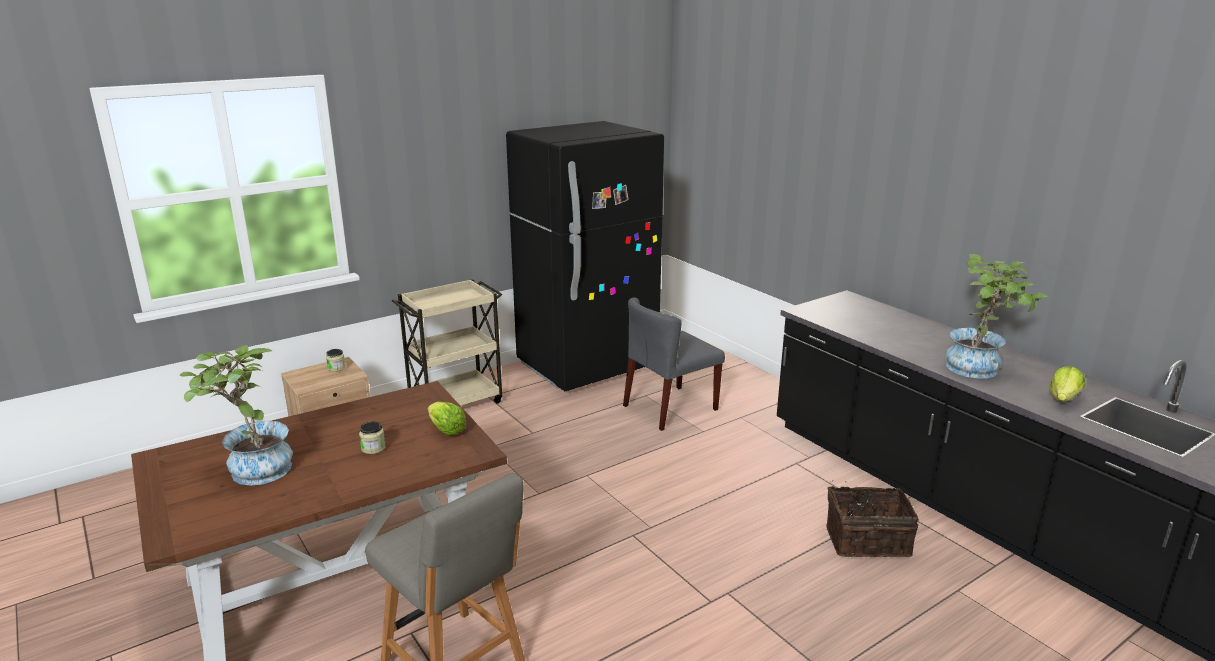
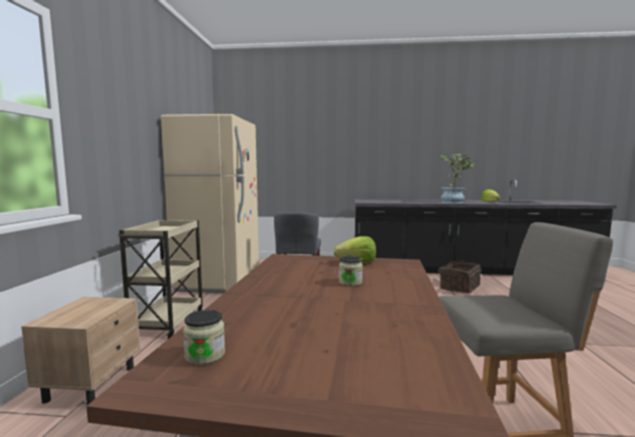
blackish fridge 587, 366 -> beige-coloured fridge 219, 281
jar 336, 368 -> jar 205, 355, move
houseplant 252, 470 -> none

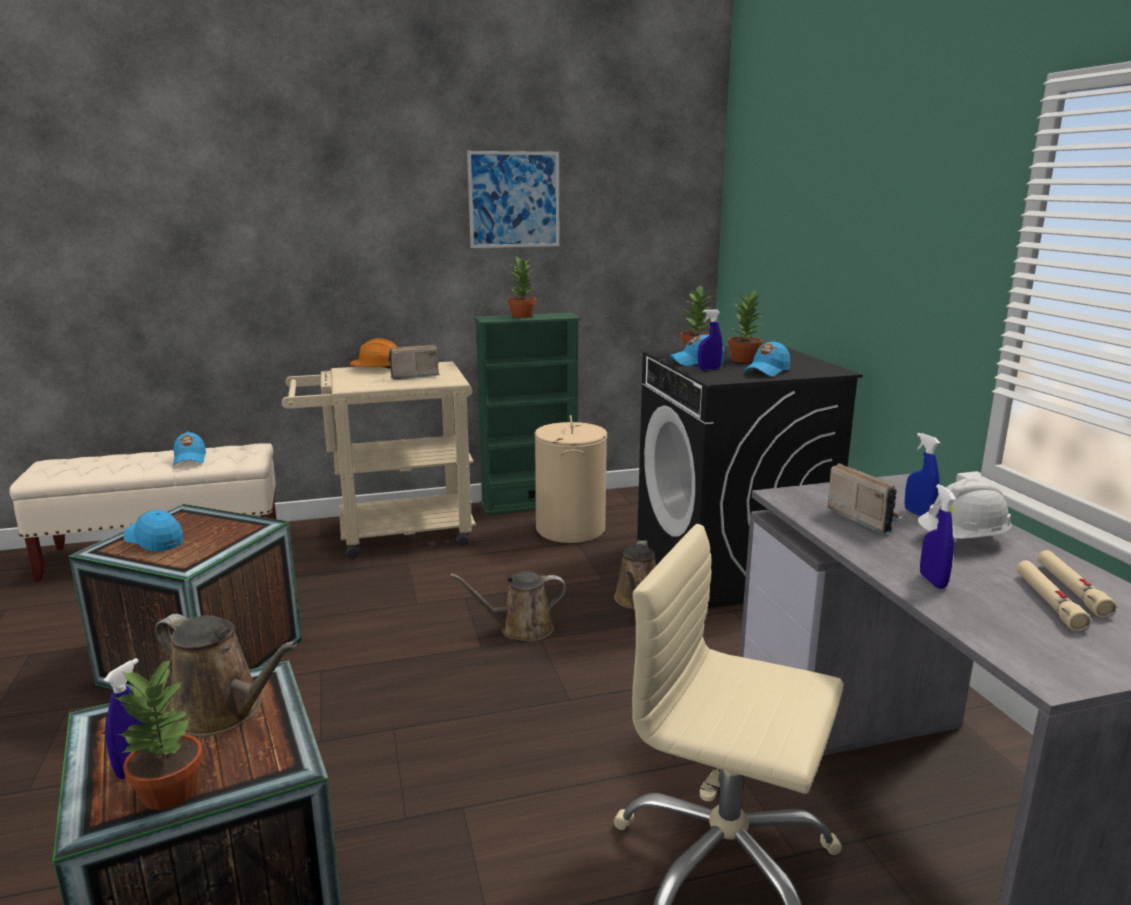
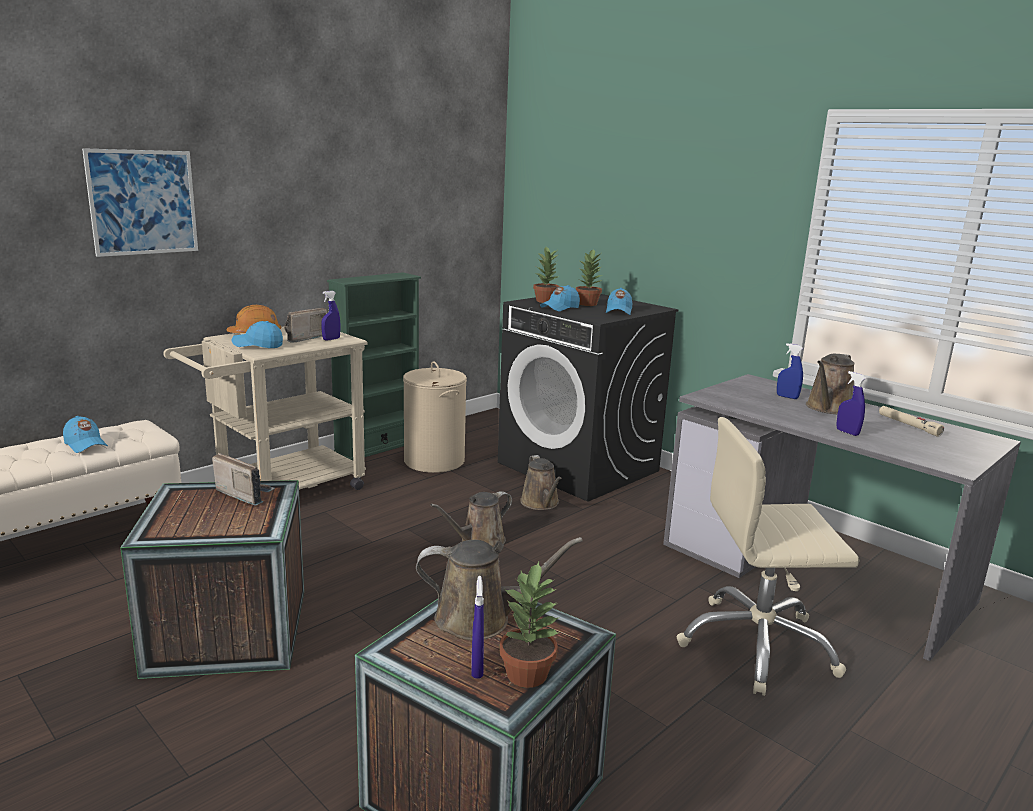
wall picture 514, 199 -> wall picture 143, 202, move
radio 864, 518 -> radio 245, 494, move
bluish cap 154, 540 -> bluish cap 258, 345, move
bluish hand sprayer 709, 369 -> bluish hand sprayer 331, 339, move
white-coloured hard hat 962, 540 -> brownish watering can 828, 408
houseplant 522, 316 -> none
beige-coloured torch 1047, 601 -> none

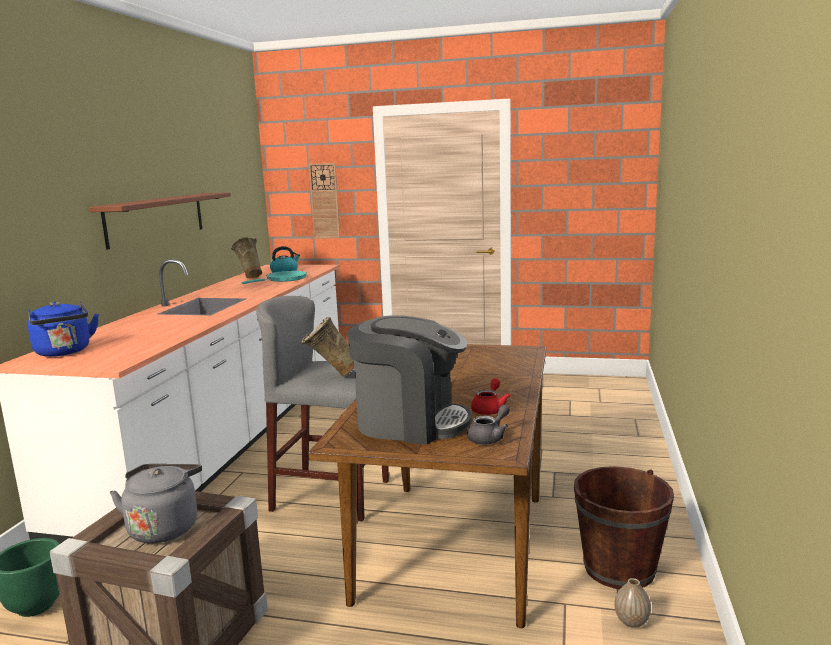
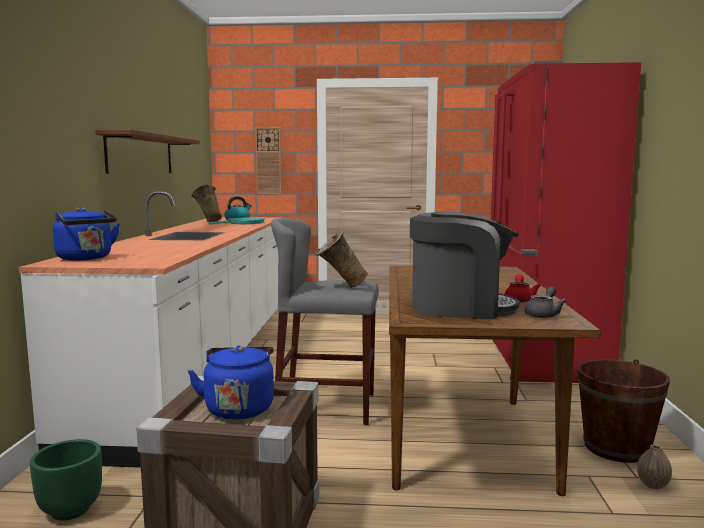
gray water kettle 164, 527 -> bluish water kettle 239, 408
none -> red fridge 539, 358

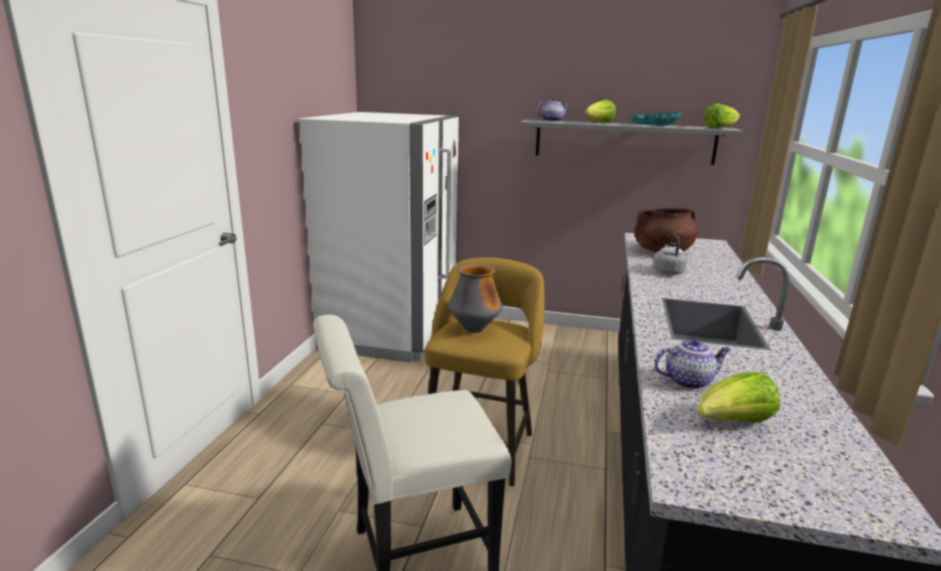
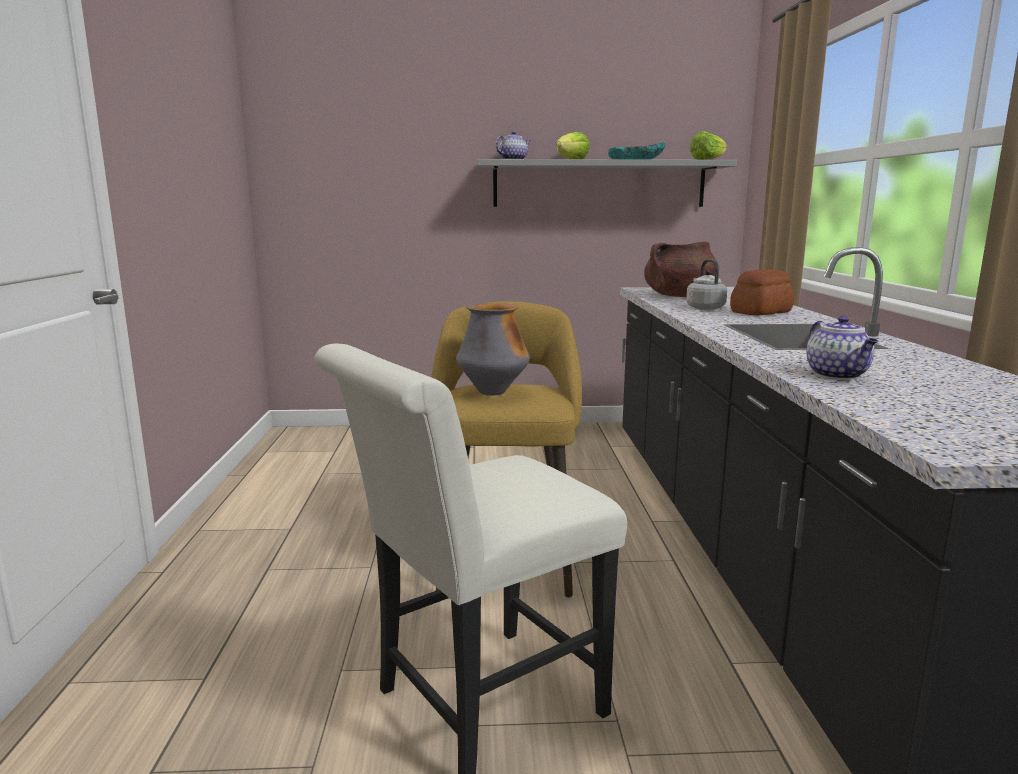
none -> bakery bread 759, 312
teapot 689, 381 -> teapot 838, 375, 105 degrees clockwise
white-coloured fridge 391, 331 -> none
head of lettuce 733, 423 -> none

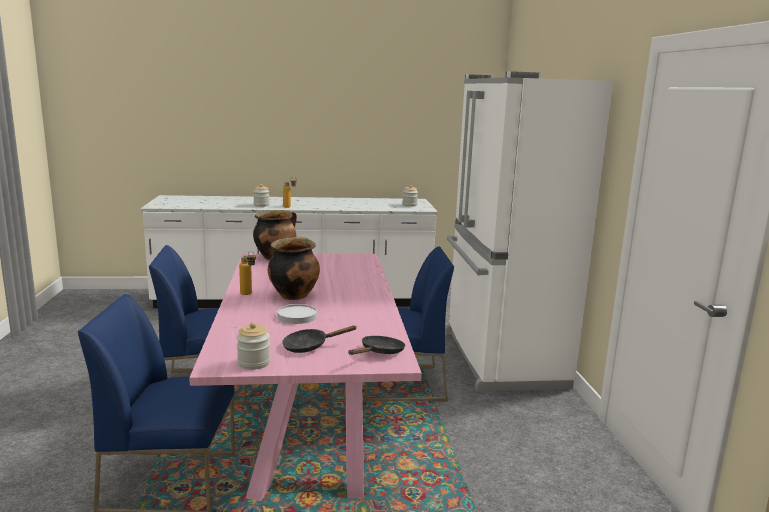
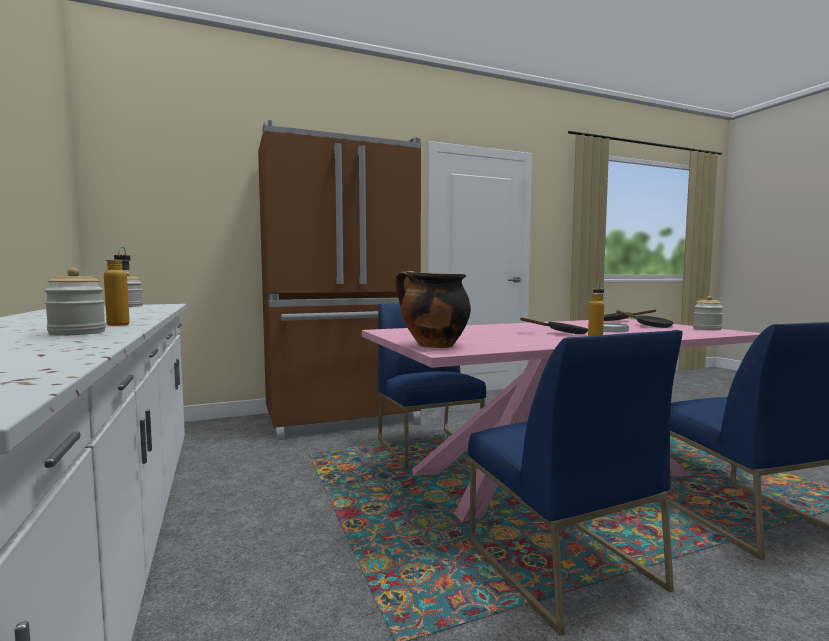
white-coloured fridge 500, 359 -> brownish fridge 343, 419
stockpot 294, 295 -> blackish skillet 562, 333

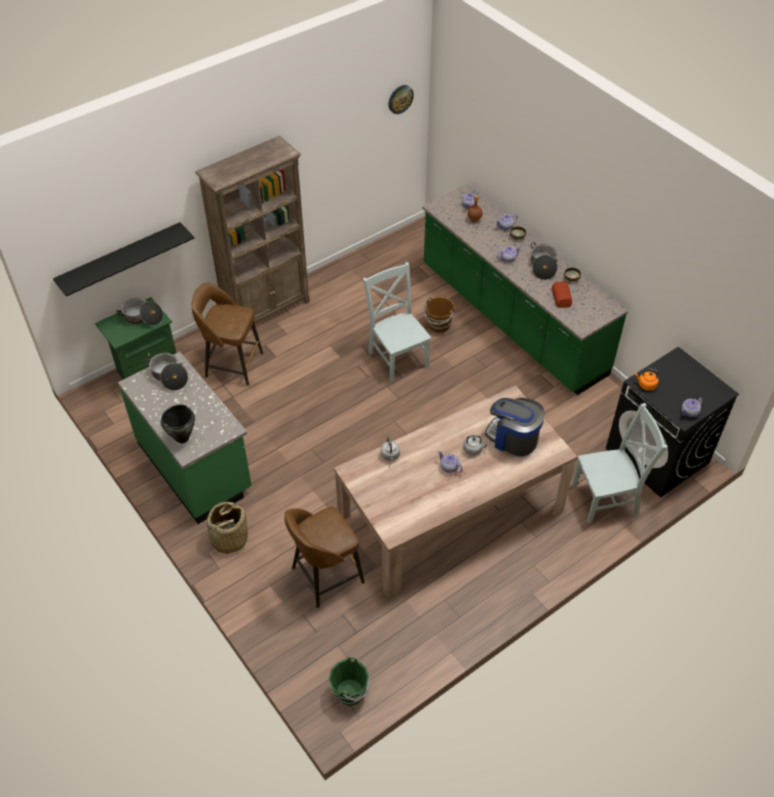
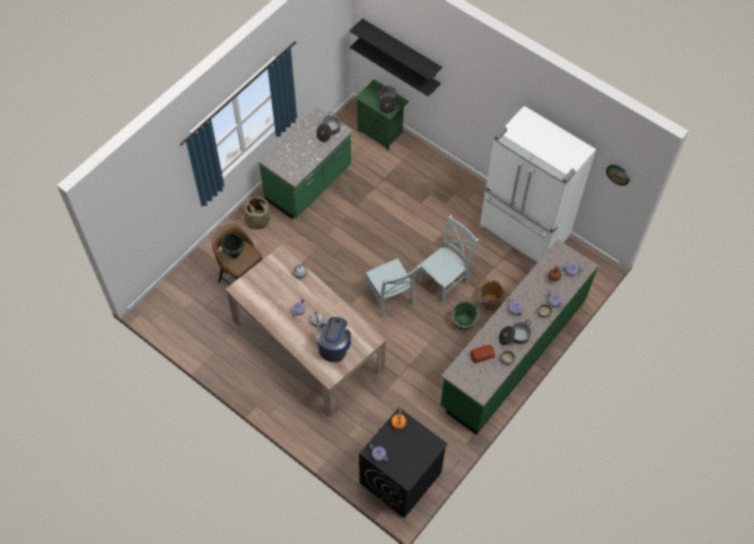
blackish stockpot 182, 438 -> blackish stockpot 234, 254, move
none -> blackish shelf 401, 48
gray chair 608, 498 -> gray chair 391, 299, move
green bucket 350, 692 -> green bucket 464, 322, move
none -> white-coloured fridge 523, 234
brownish stool seat 232, 364 -> none
brownish bookcase 267, 309 -> none

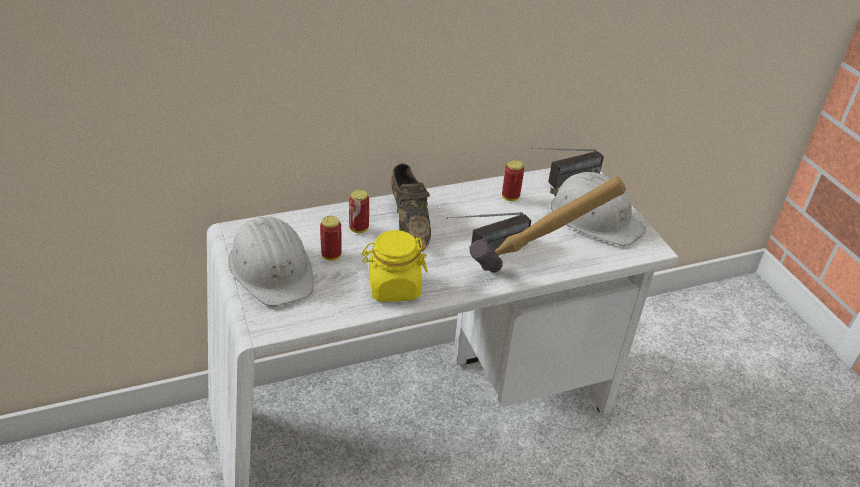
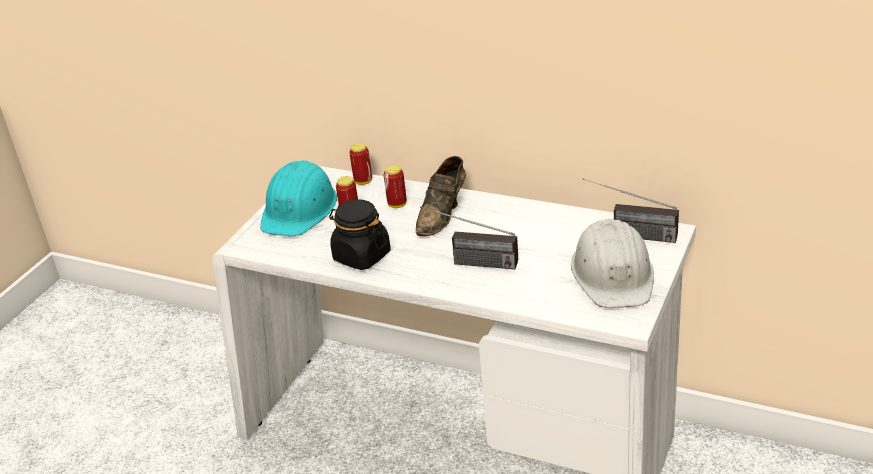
white-coloured hard hat 272, 269 -> blue-green hard hat 300, 209
yellow jar 394, 287 -> blackish jar 361, 256
can 510, 197 -> can 363, 181, move
tool hammer 536, 278 -> none

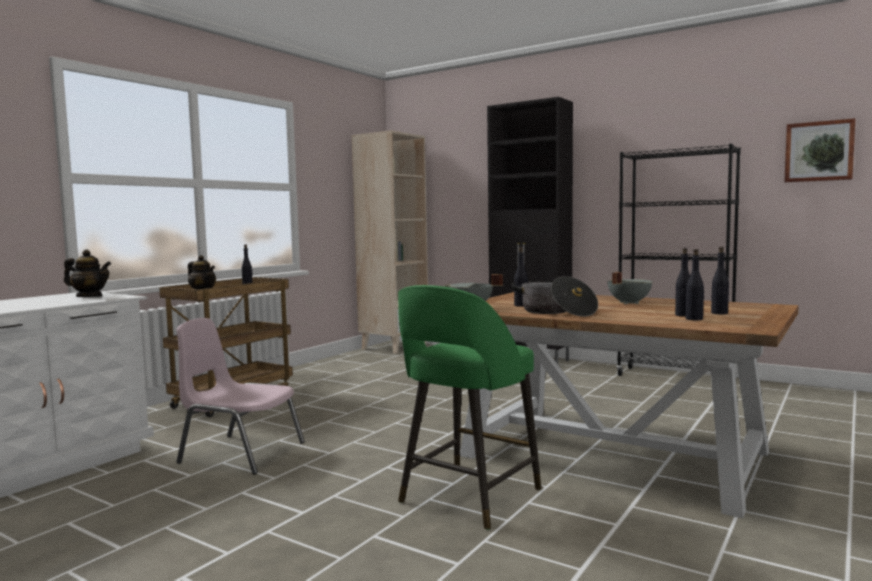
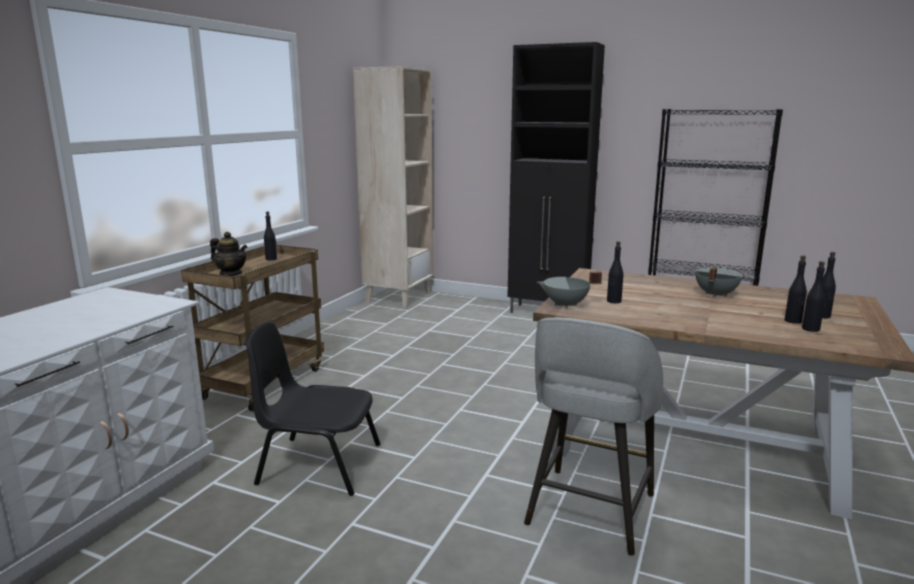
pink-coloured chair 240, 453 -> blackish chair 318, 464
green stool seat 467, 497 -> gray stool seat 589, 511
teapot 89, 297 -> none
stockpot 556, 312 -> none
wall picture 819, 151 -> none

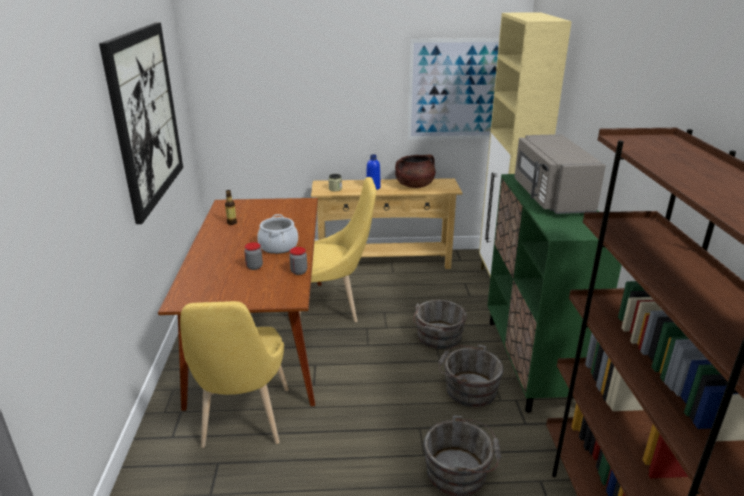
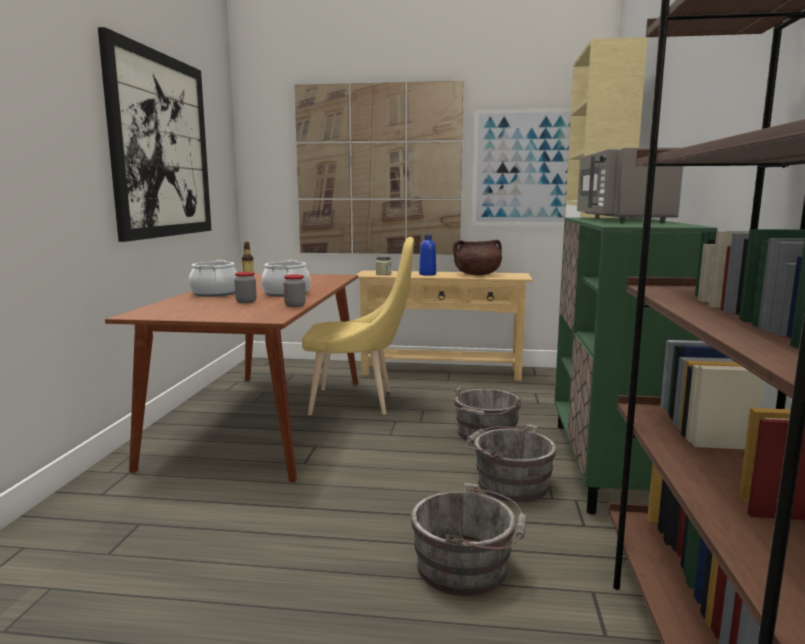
none -> stockpot 214, 293
none -> wall picture 378, 170
yellow chair 244, 422 -> none

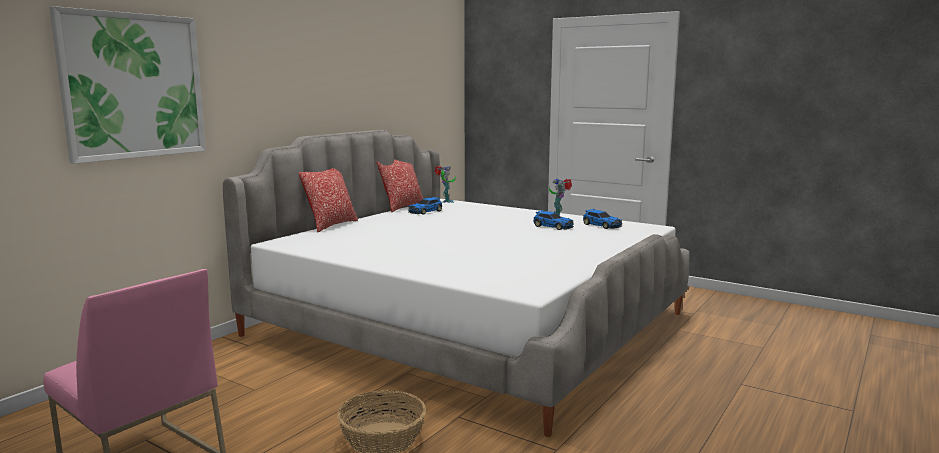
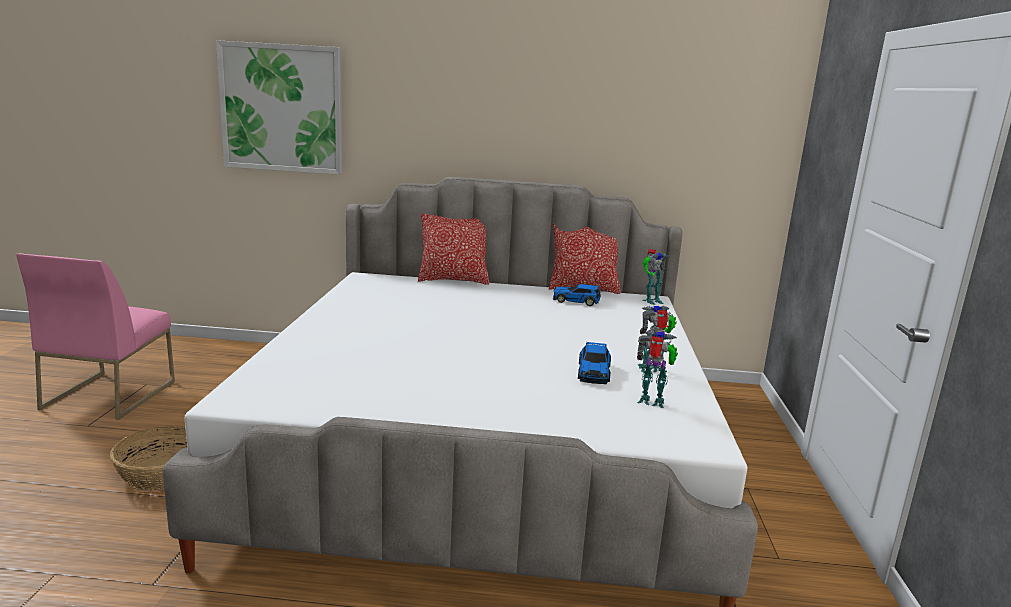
model car 601, 225 -> robot figure 652, 403

